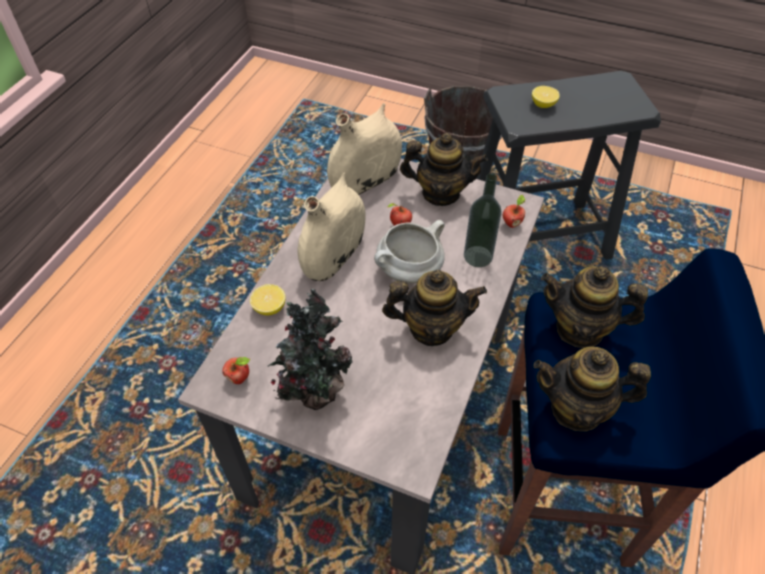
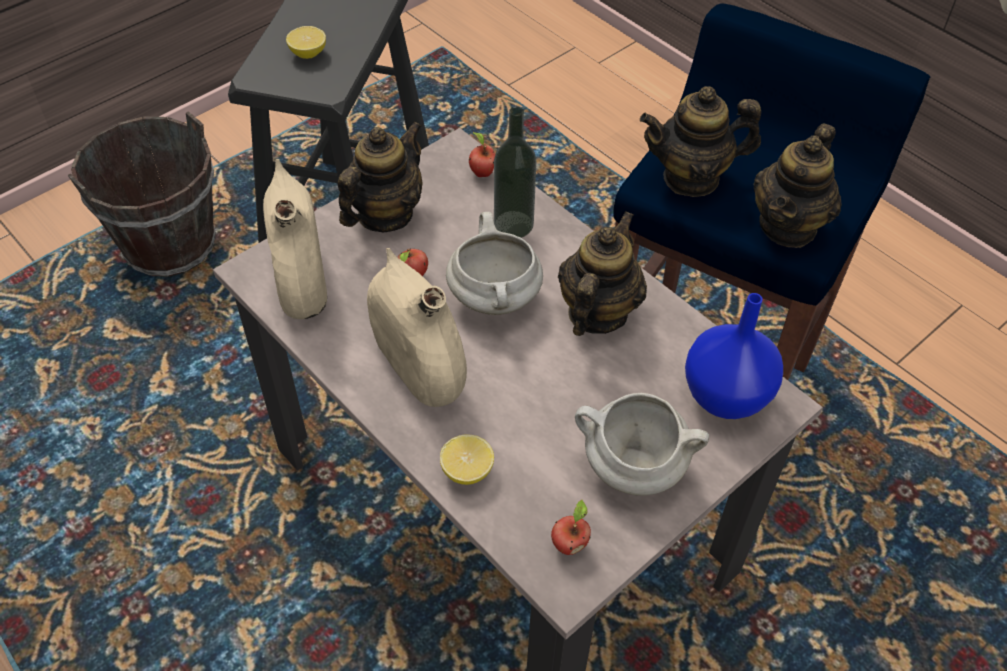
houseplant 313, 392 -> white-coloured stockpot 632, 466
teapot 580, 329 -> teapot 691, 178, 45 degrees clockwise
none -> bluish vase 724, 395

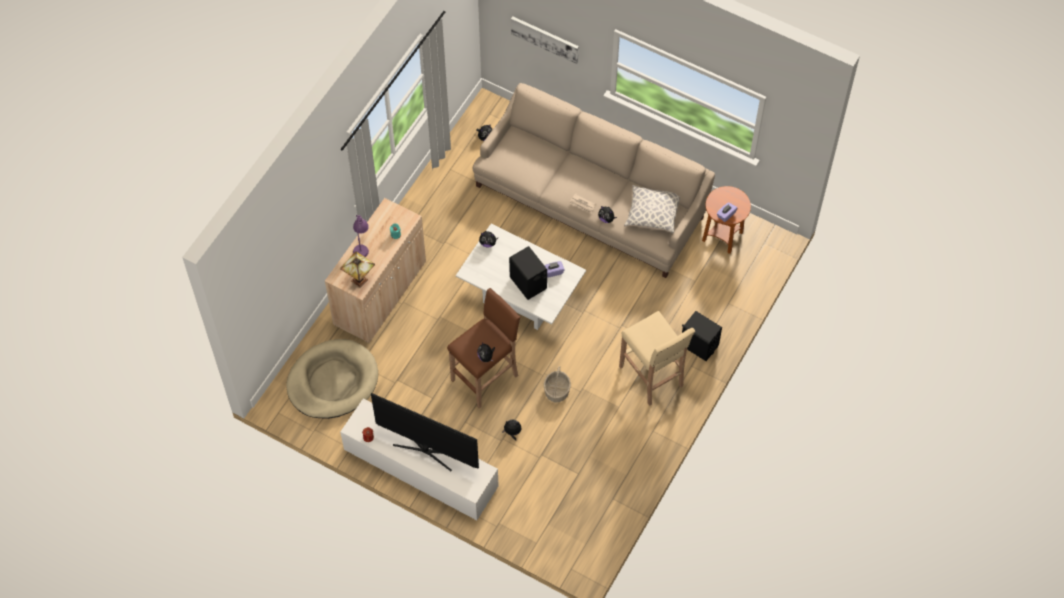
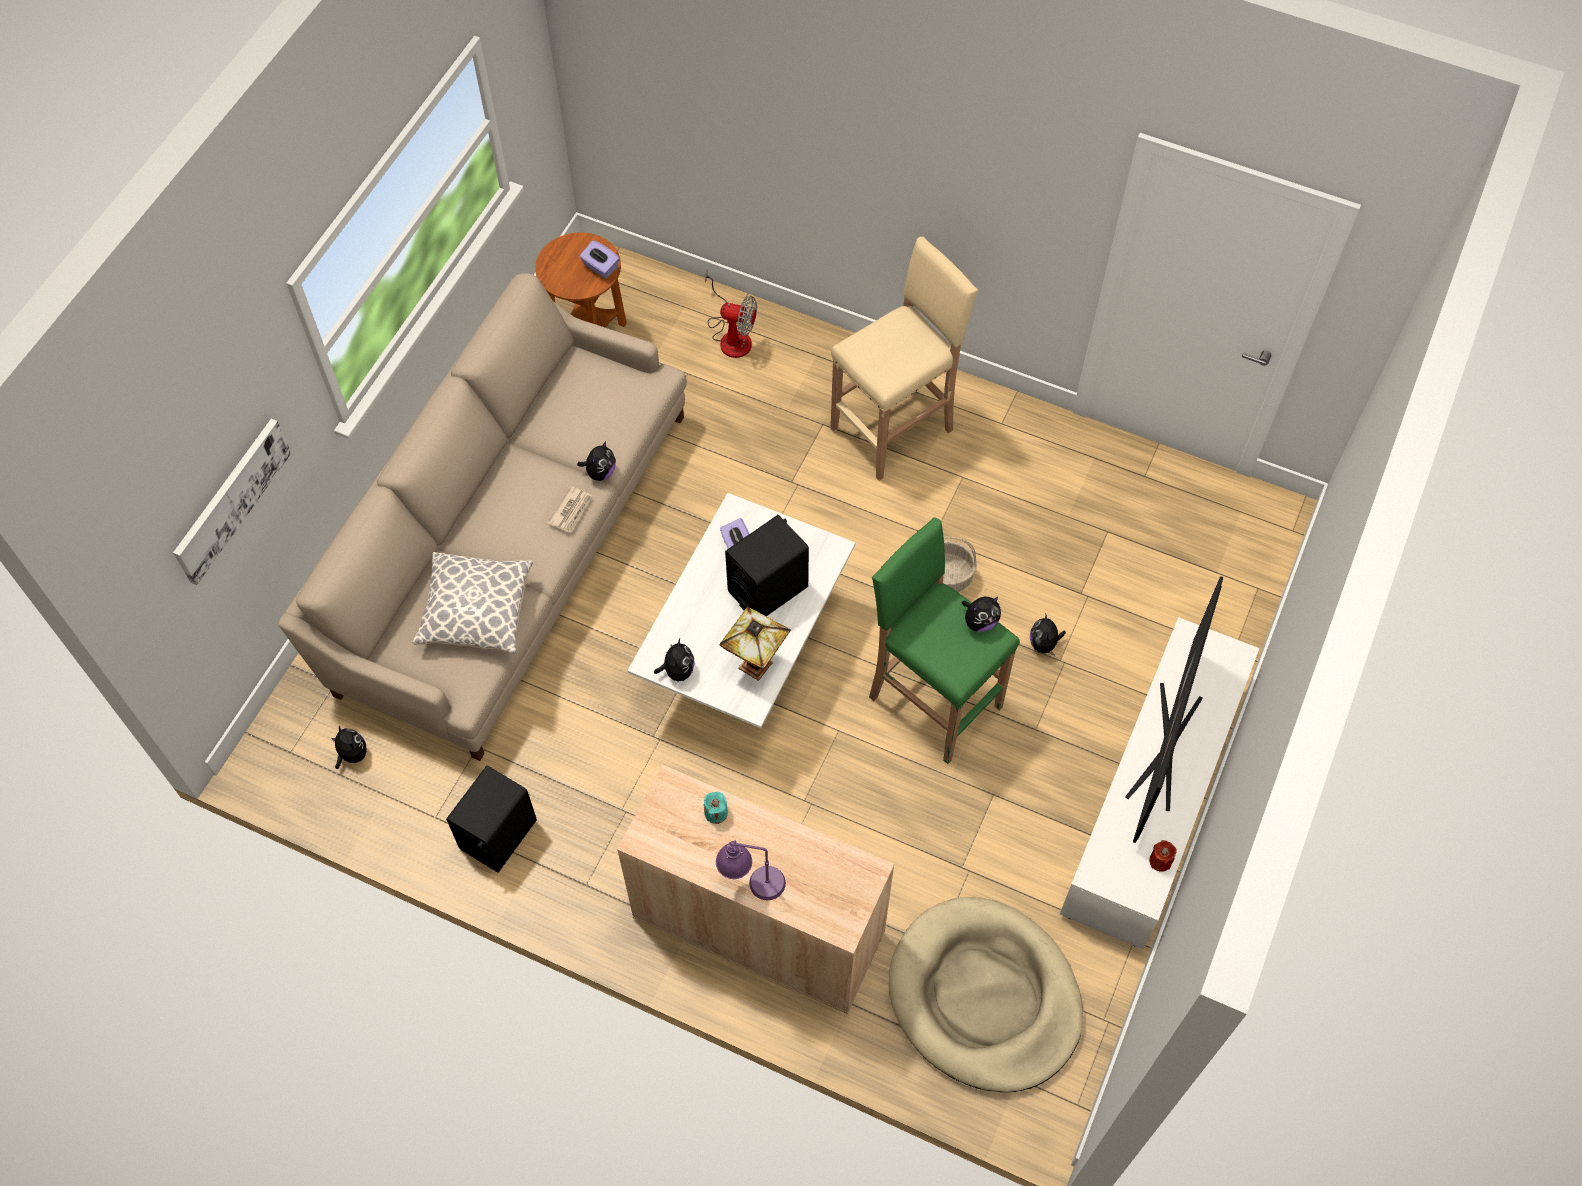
throw pillow 652, 215 -> throw pillow 477, 613, move
blackish loudspeaker 699, 345 -> blackish loudspeaker 498, 835, move
none -> fan 731, 335
table lamp 361, 280 -> table lamp 755, 663, move
brownish stool seat 486, 377 -> green stool seat 932, 700

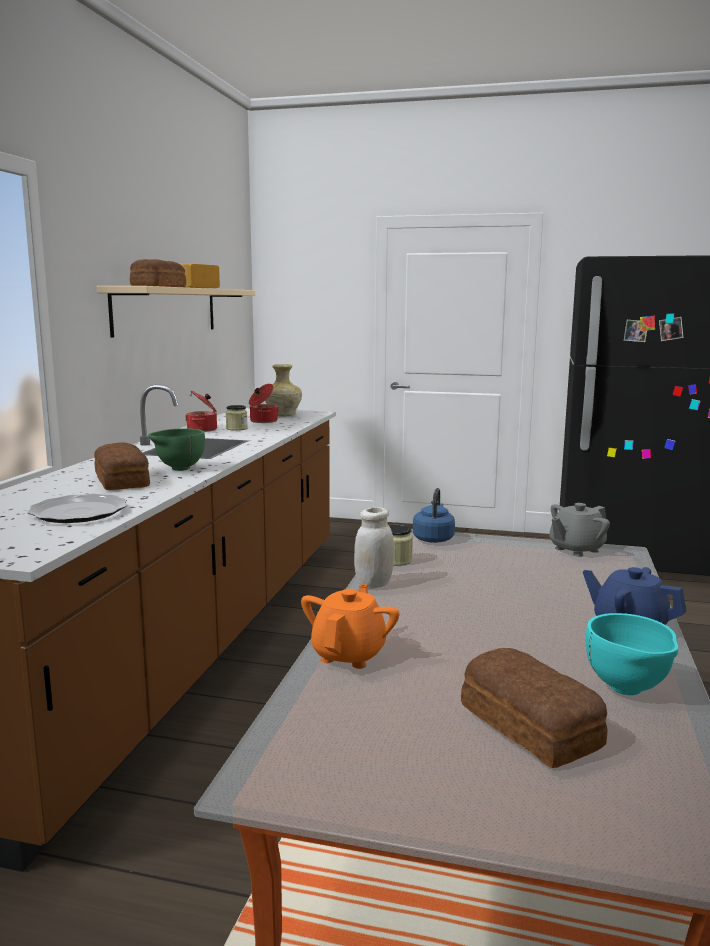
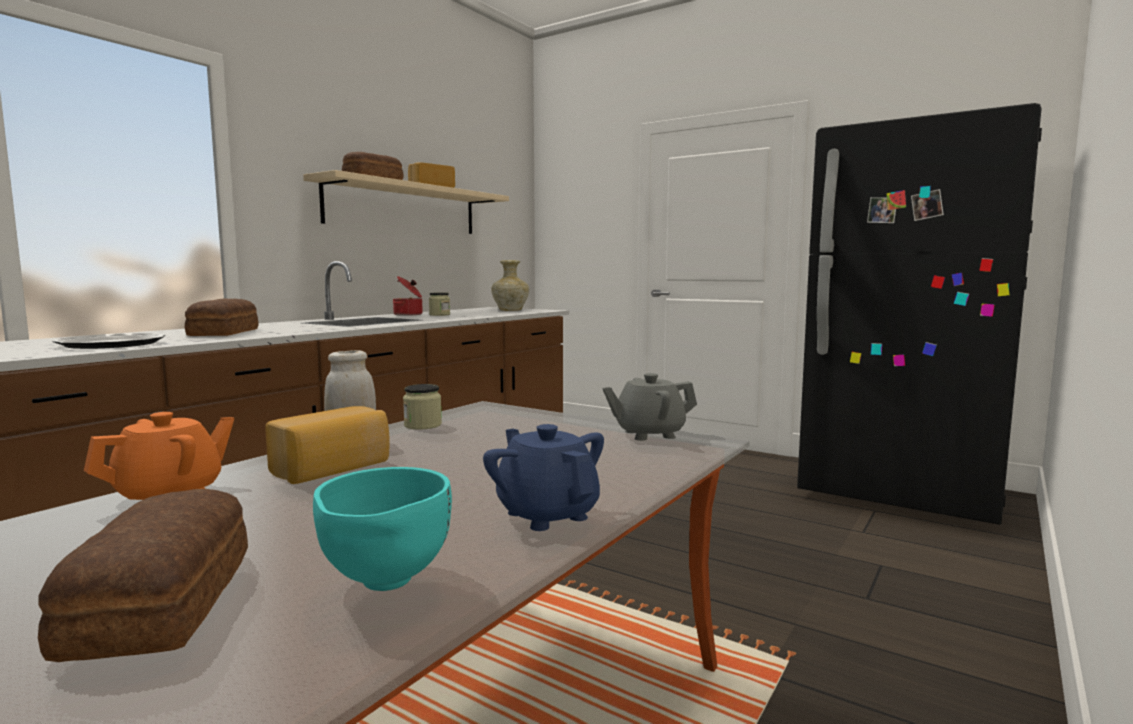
none -> bakery bread 333, 469
green bowl 178, 469 -> none
stockpot 263, 421 -> none
bluish water kettle 433, 538 -> none

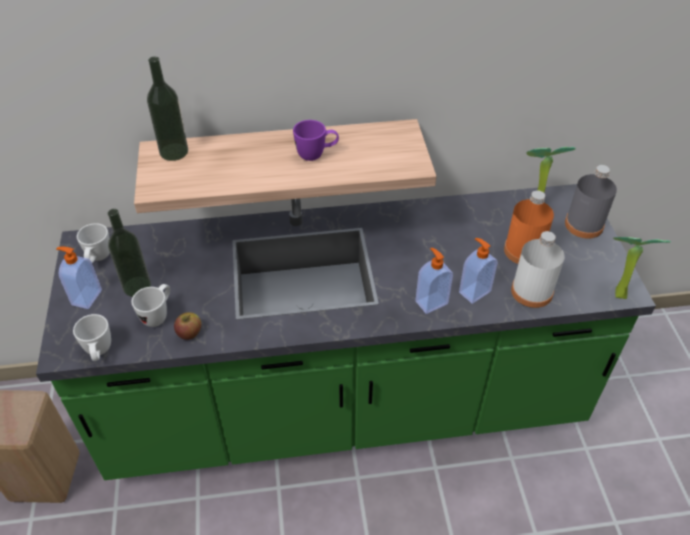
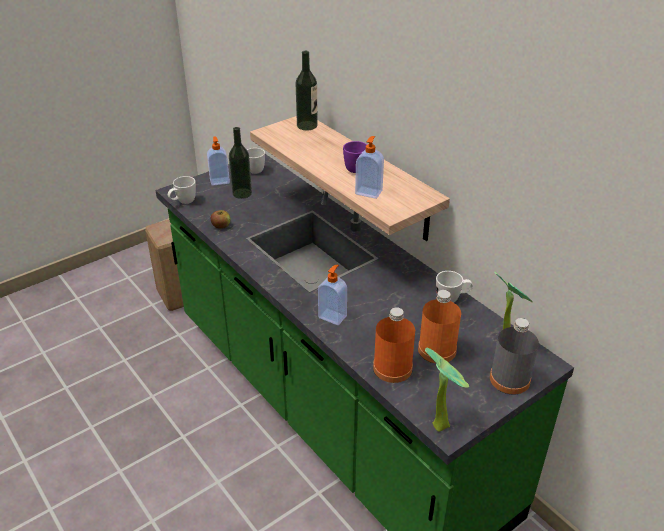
liquid soap bottle 474, 291 -> liquid soap bottle 369, 192, move
white-coloured drink bottle 531, 291 -> orange-coloured drink bottle 392, 368
white-coloured tea mug 158, 315 -> white-coloured tea mug 452, 299, move

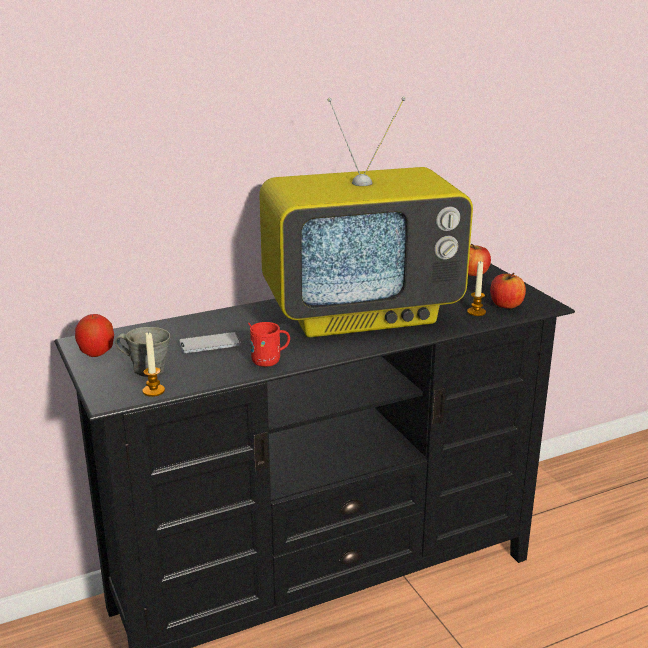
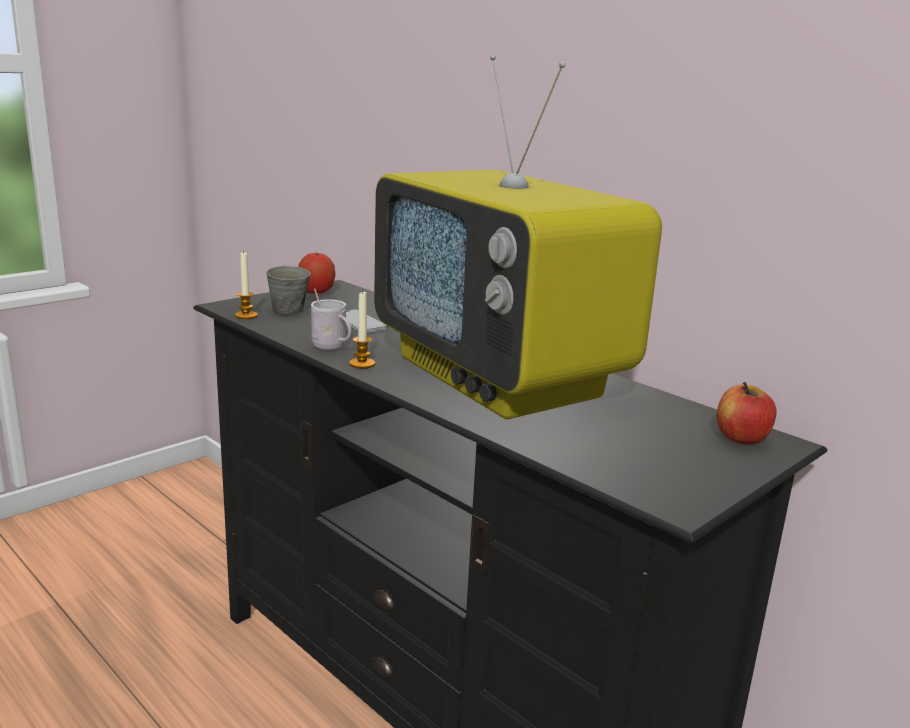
red tea mug 270, 361 -> white-coloured tea mug 332, 348
candle 476, 312 -> candle 362, 364, move
apple fruit 506, 305 -> none

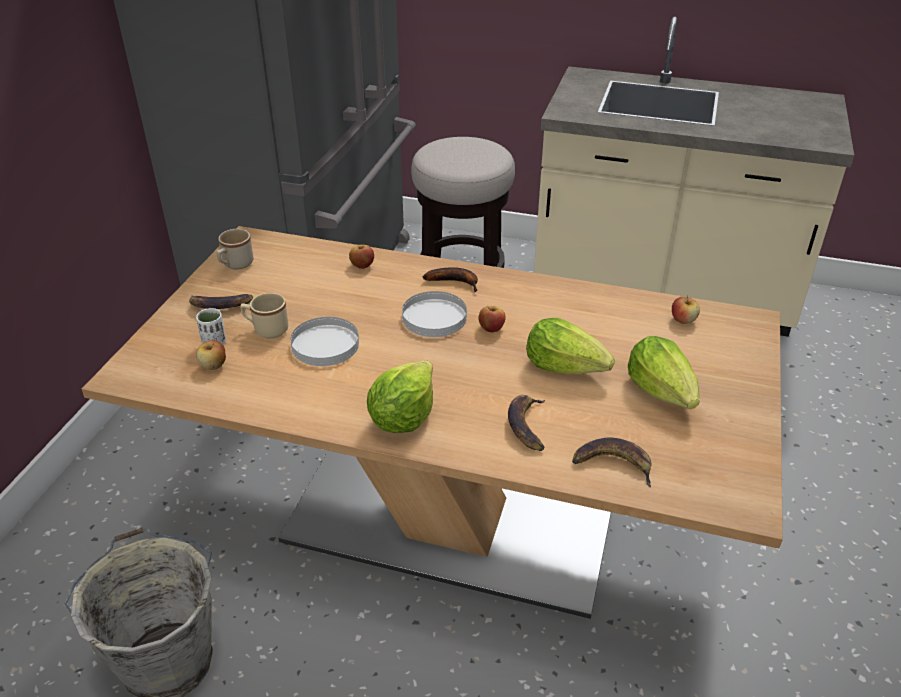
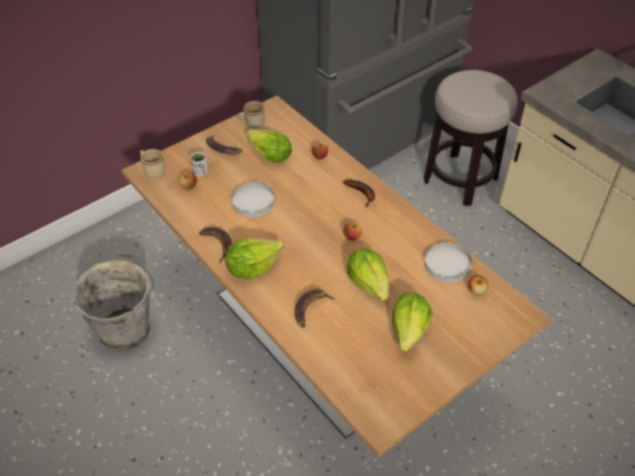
beige-coloured tea mug 266, 329 -> beige-coloured tea mug 153, 170, move
whole banana 613, 464 -> whole banana 217, 244, move
none -> head of lettuce 269, 155
white-coloured dinner plate 434, 317 -> white-coloured dinner plate 447, 264, move

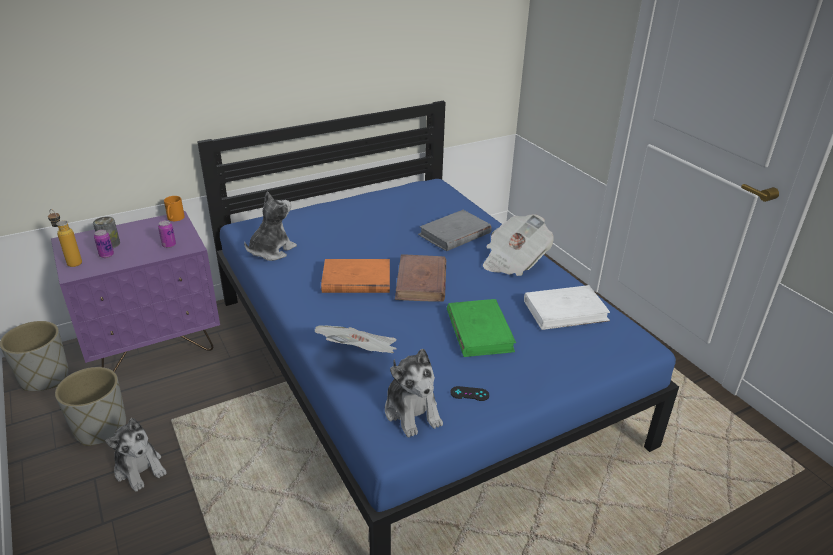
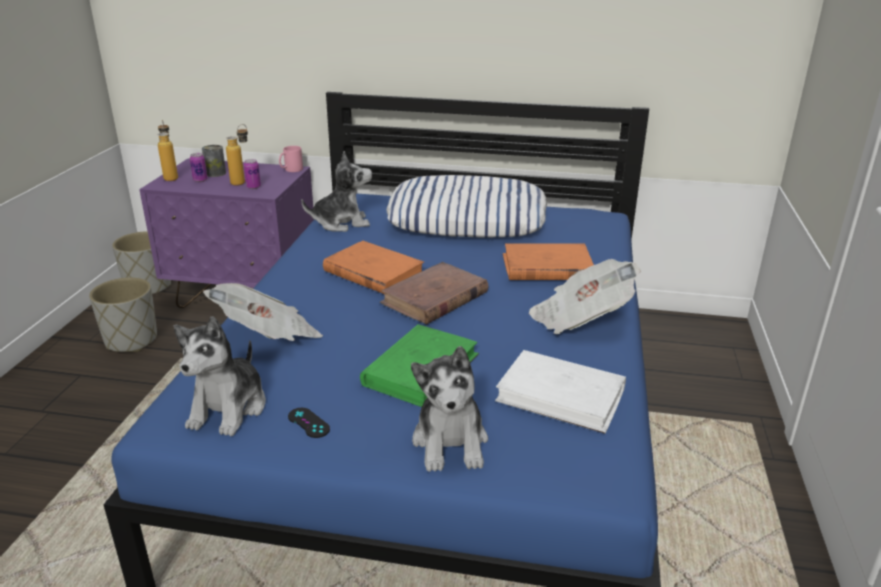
none -> drink bottle 242, 182
orange-coloured tea mug 175, 219 -> pink-coloured tea mug 291, 170
none -> throw pillow 467, 219
plush toy 140, 468 -> plush toy 450, 442, move
gray volume 454, 234 -> orange-coloured volume 546, 267

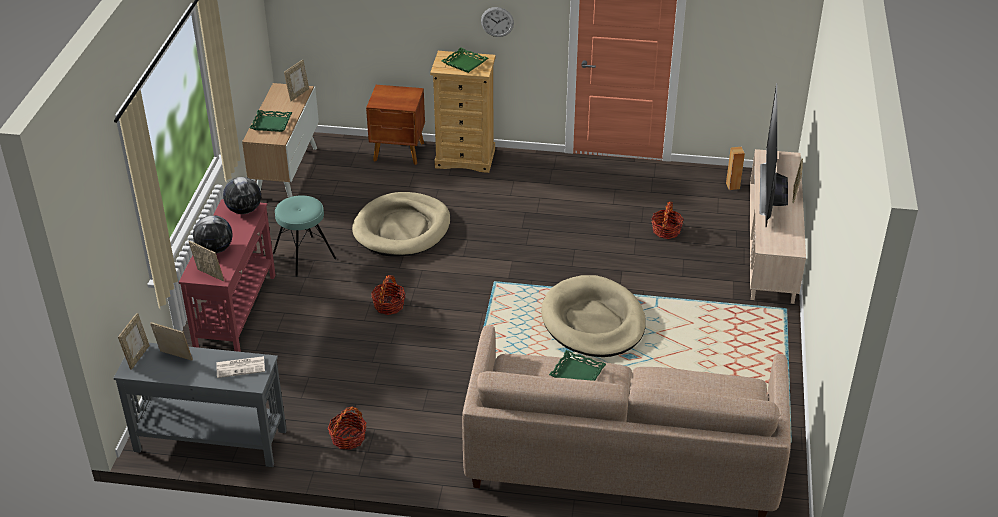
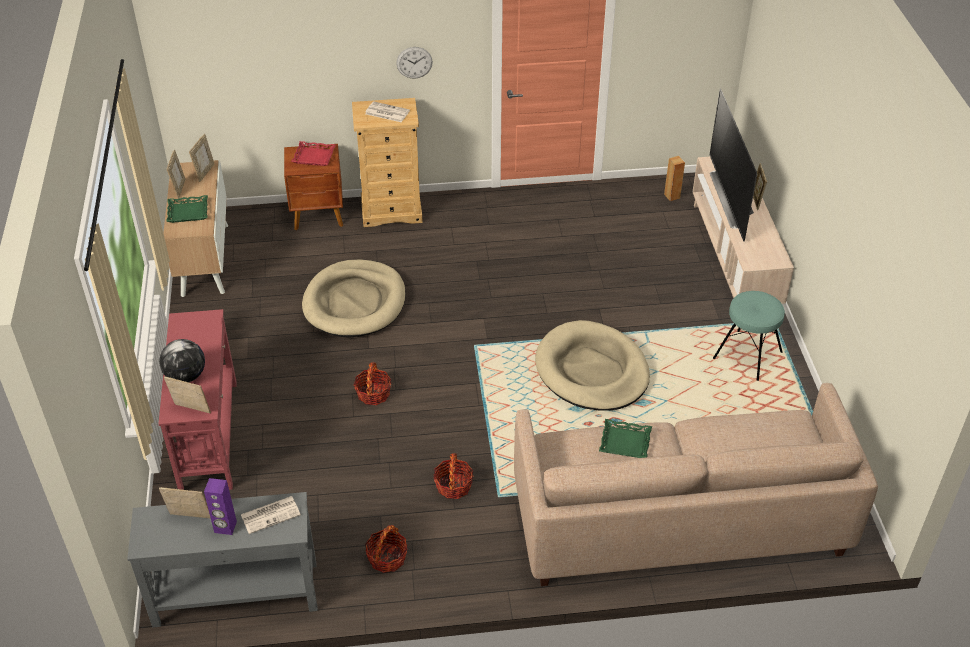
standing frame 137, 357 -> standing frame 179, 189, move
none -> purple-coloured loudspeaker 225, 527
none -> red serving tray 314, 156
green serving tray 464, 63 -> printed paper 386, 112
household basket 666, 230 -> household basket 453, 486, move
blue-green stool seat 304, 256 -> blue-green stool seat 747, 355, move
world globe 244, 210 -> none

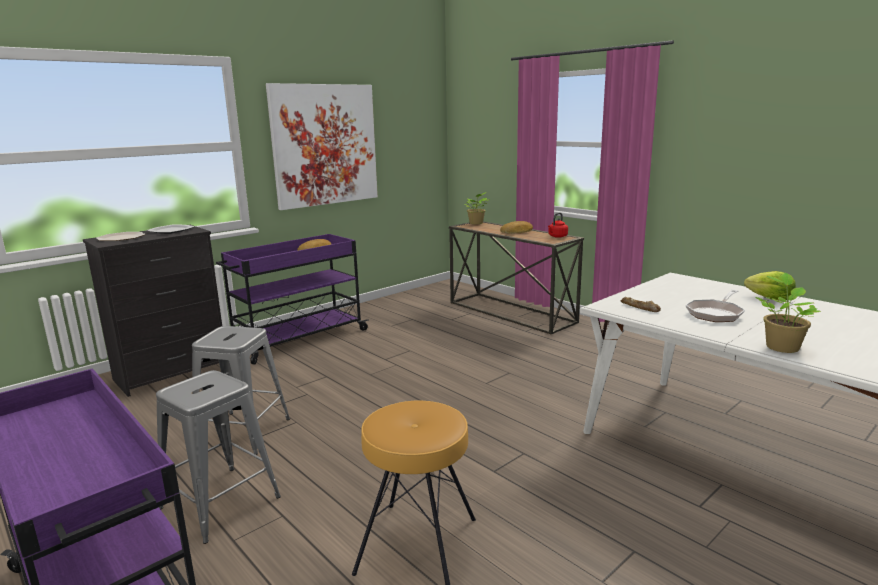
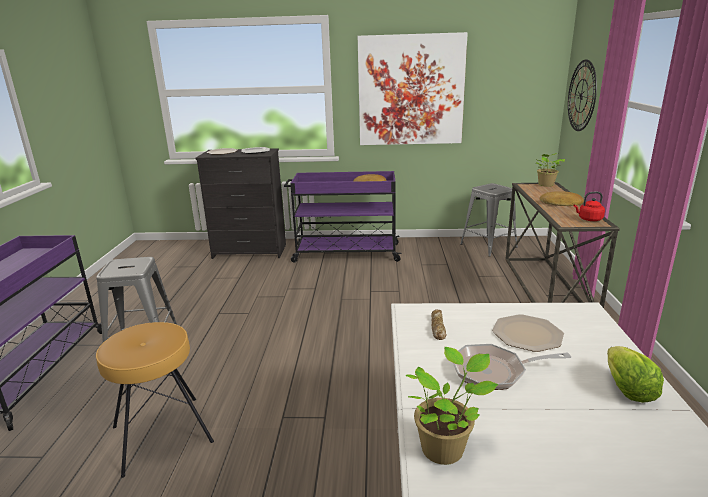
gray stool seat 242, 432 -> gray stool seat 488, 245, move
none -> dinner plate 526, 334
none -> wall clock 581, 96

